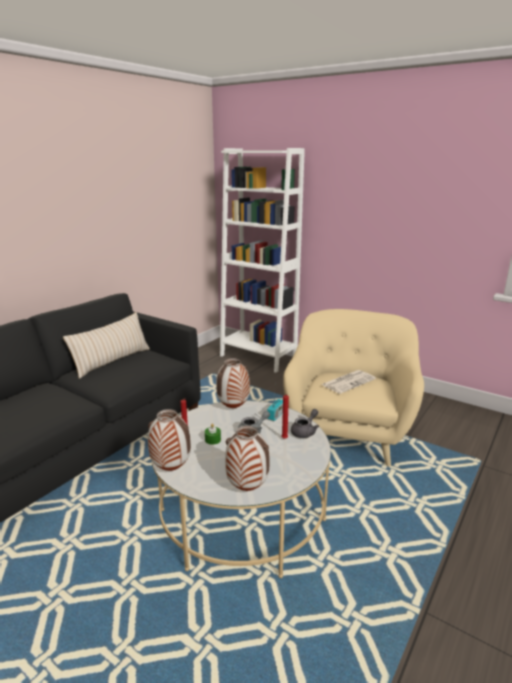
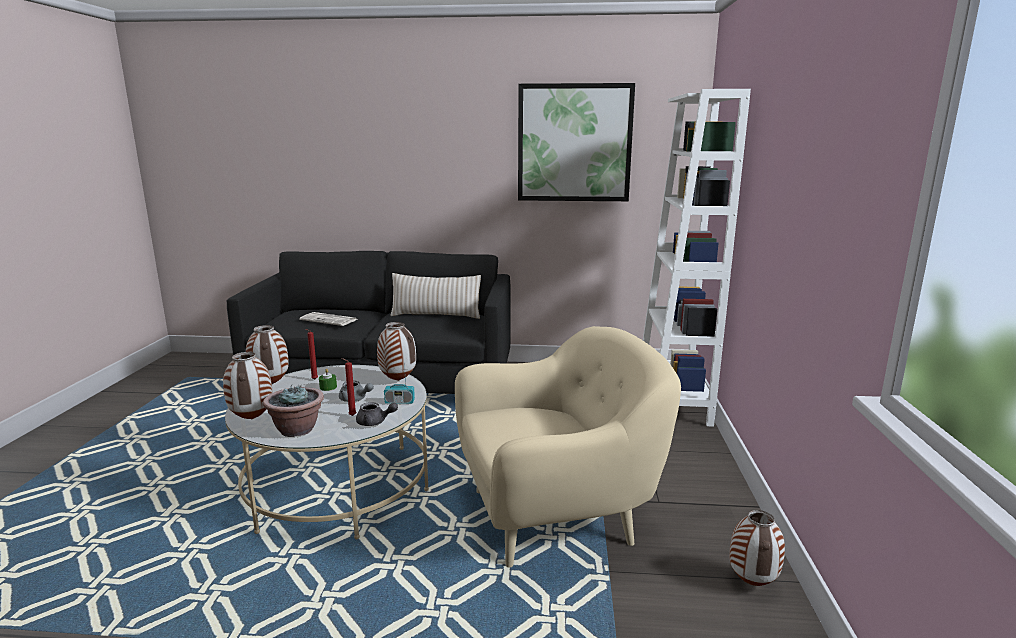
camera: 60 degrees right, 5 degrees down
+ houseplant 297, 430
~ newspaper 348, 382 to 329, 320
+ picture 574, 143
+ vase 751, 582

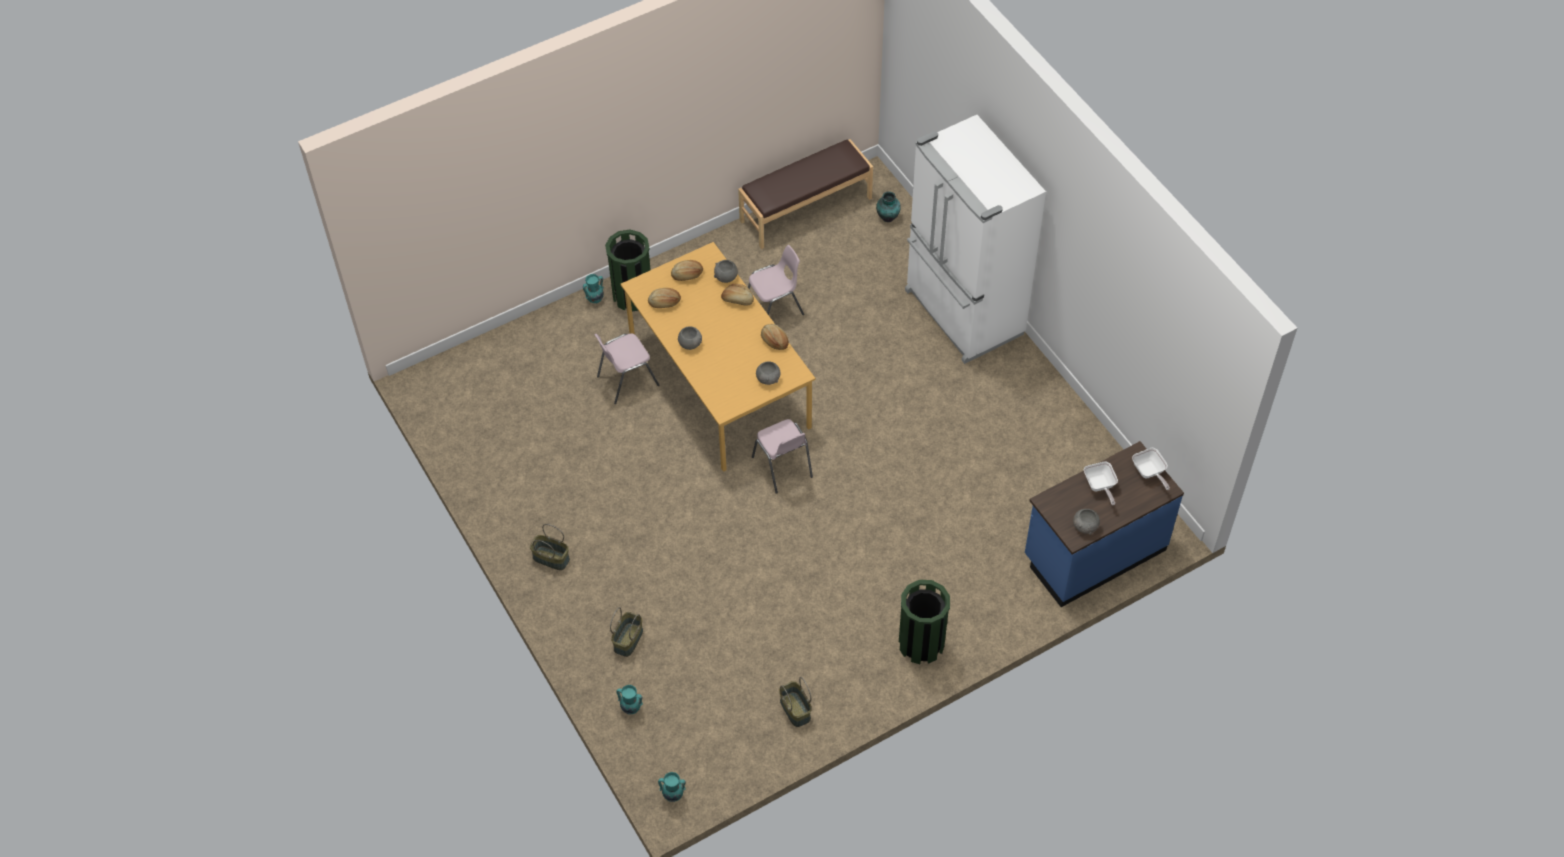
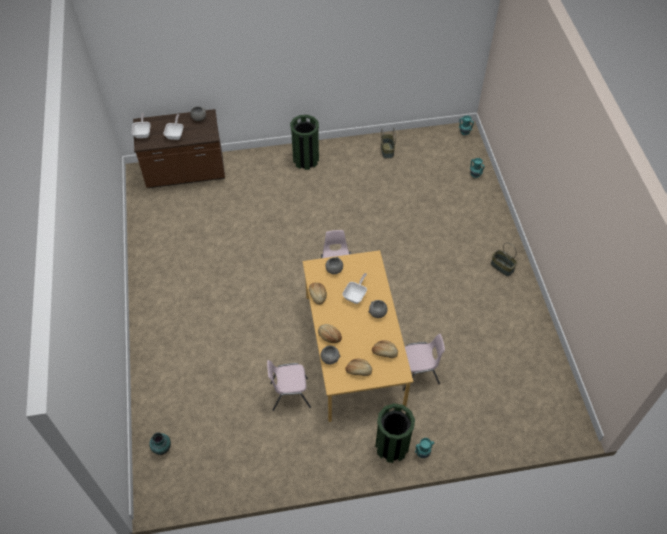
camera: 160 degrees left, 0 degrees up
~ blue-coloured_kitchen_base_unit 1093, 553 to brownish_kitchen_base_unit 186, 174
+ skillet 356, 295
- basket 628, 639
- brownish_bench 805, 209
- white-coloured_kitchen_fridge 962, 314

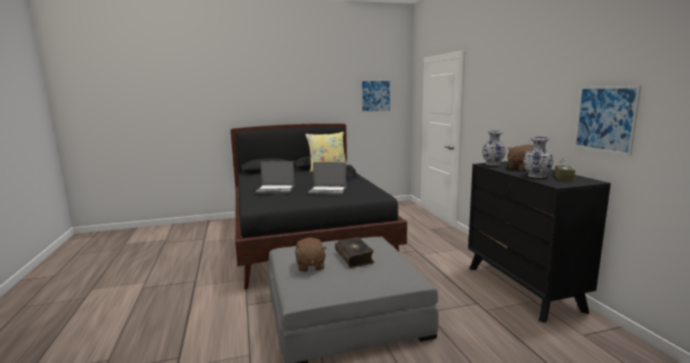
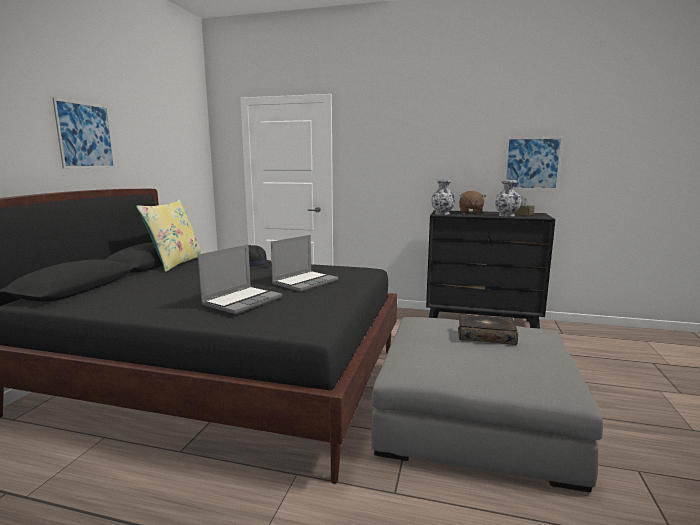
camera: 60 degrees left, 0 degrees up
~ picture 376, 96 to 85, 135
- brownish_cuddly_toy 310, 266

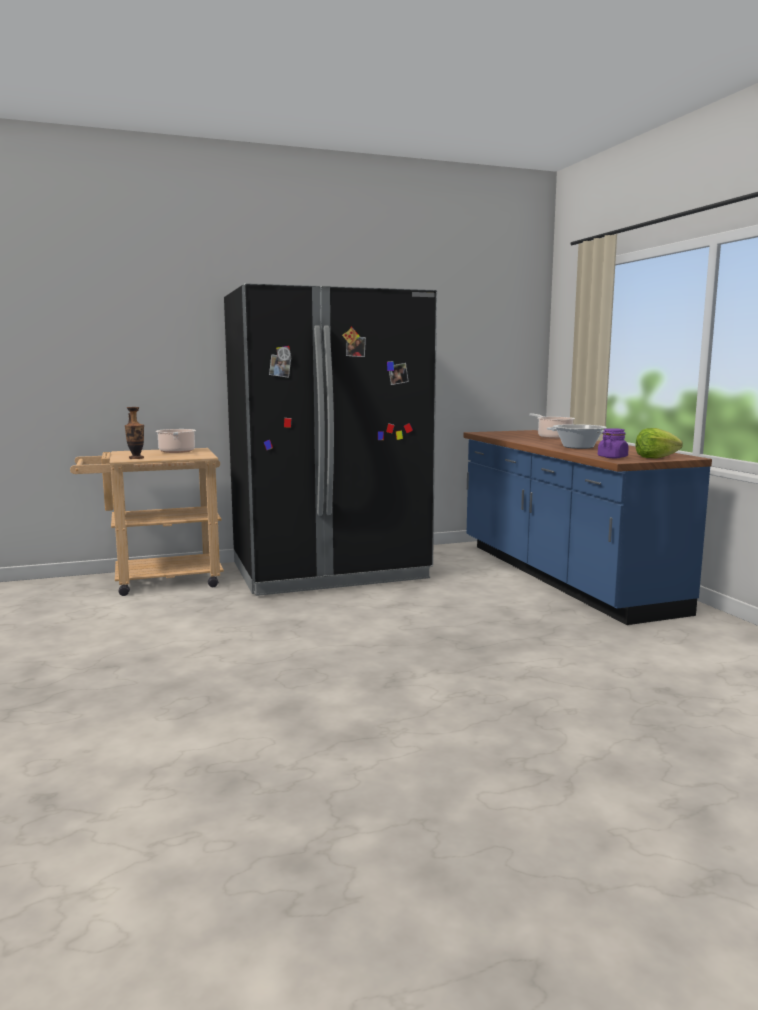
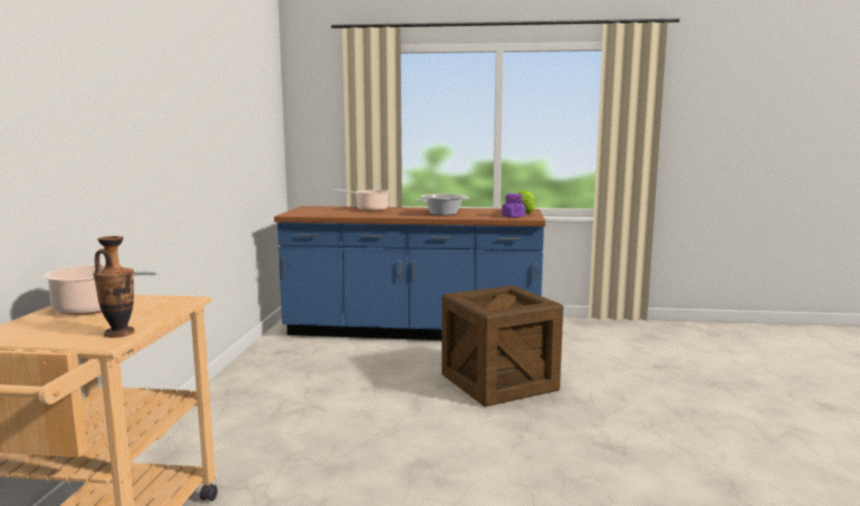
camera: 65 degrees left, 0 degrees up
+ crate 499, 382
- black_kitchen_fridge 329, 571

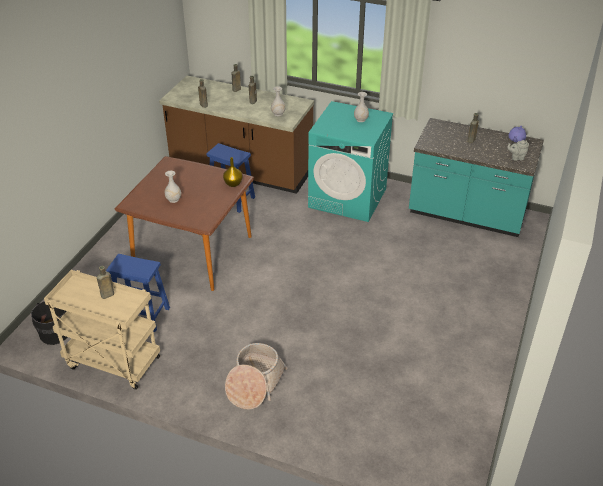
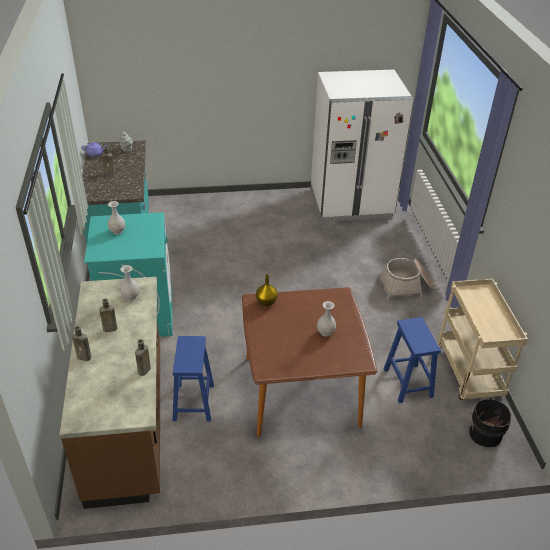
camera: 120 degrees left, 0 degrees up
+ white-coloured_kitchen_fridge 351, 203
- brownish_drink_bottle 106, 295

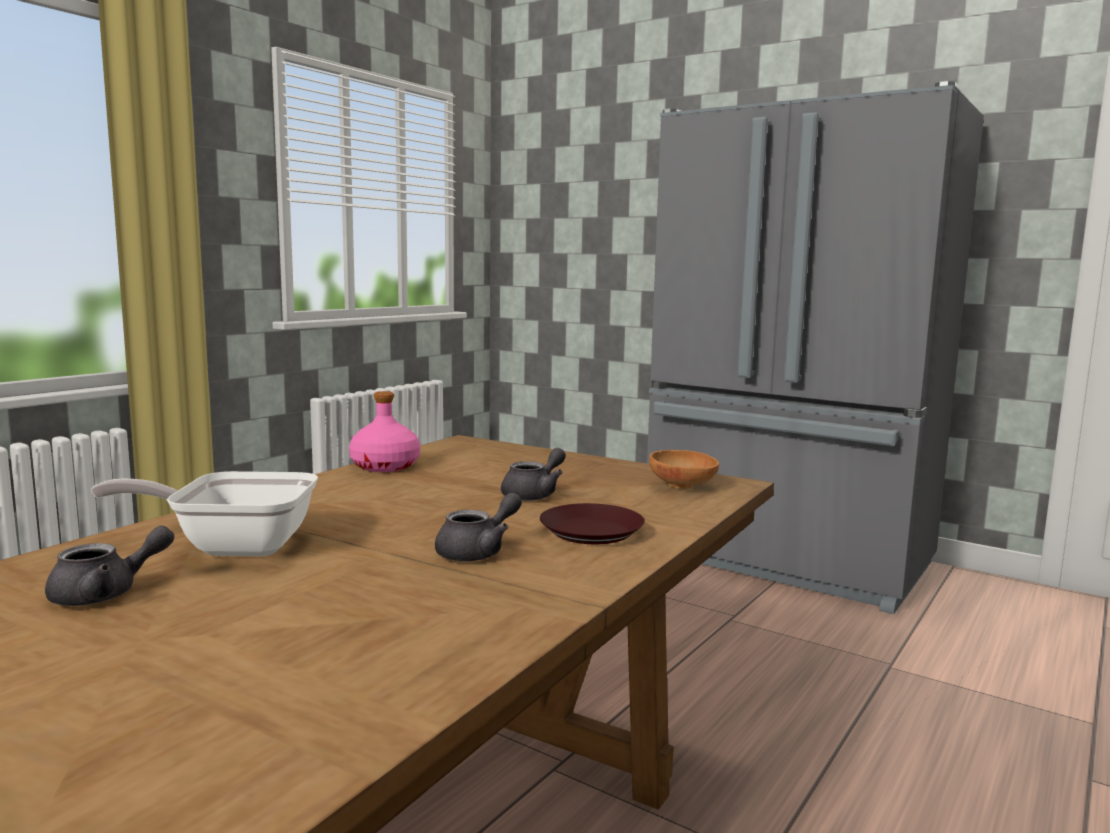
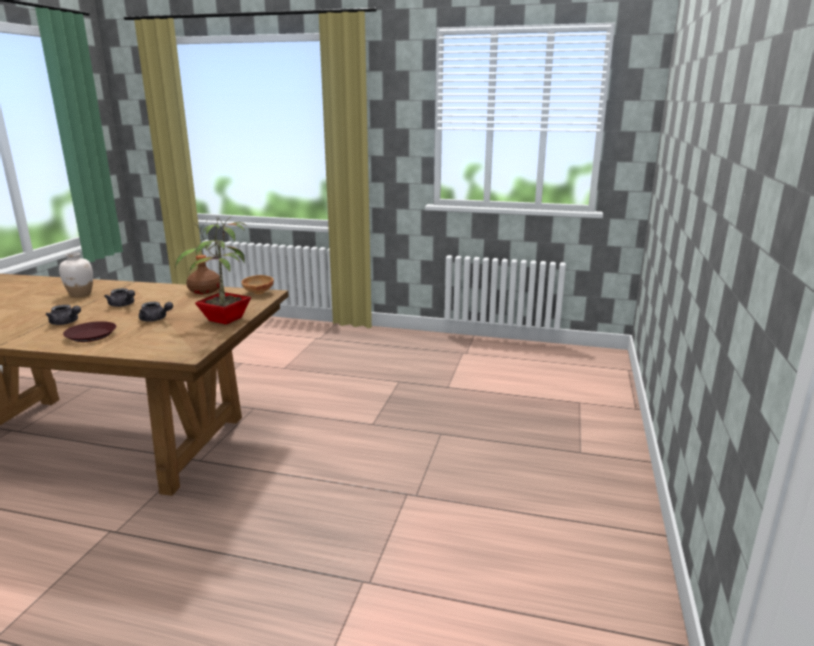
camera: 70 degrees right, 10 degrees up
~ skillet 233, 546 to white-coloured_vase 81, 294
~ grey_teapot 106, 594 to 123, 305
+ houseplant 224, 320
~ pinkish_drink_bottle 384, 466 to brownish_drink_bottle 204, 290
~ brownish_bowl 683, 487 to 258, 293
- grey_kitchen_fridge 786, 561

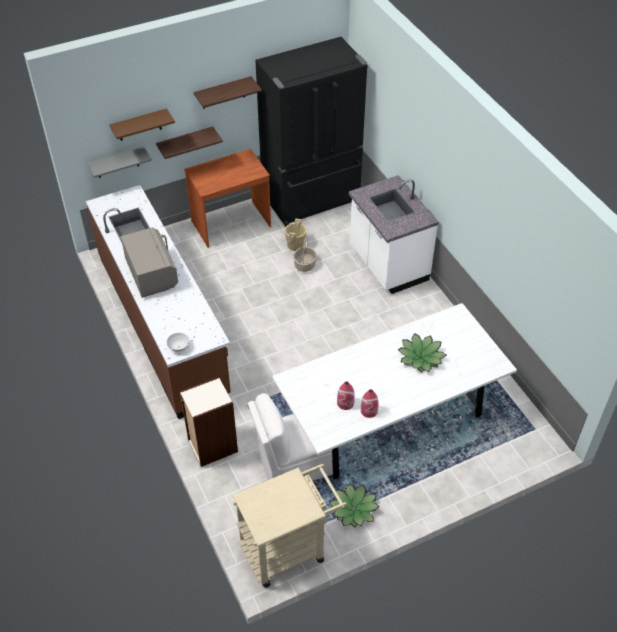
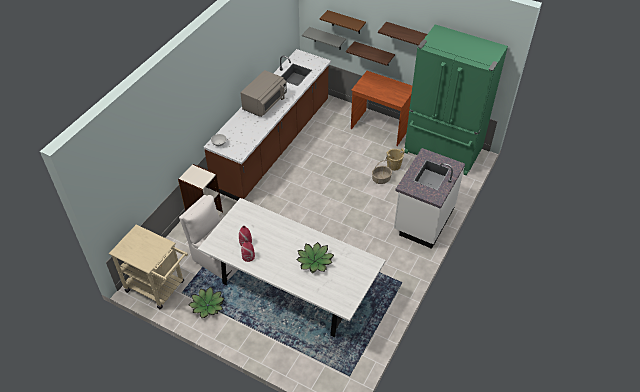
camera: 55 degrees right, 0 degrees up
~ black_kitchen_fridge 312, 200 to green_kitchen_fridge 442, 152

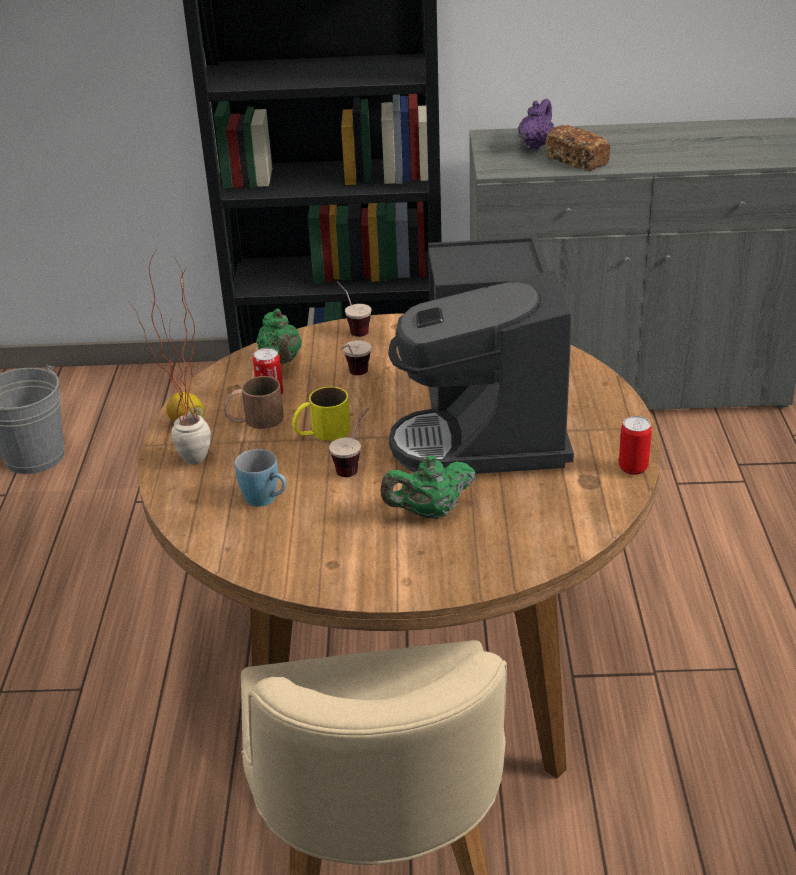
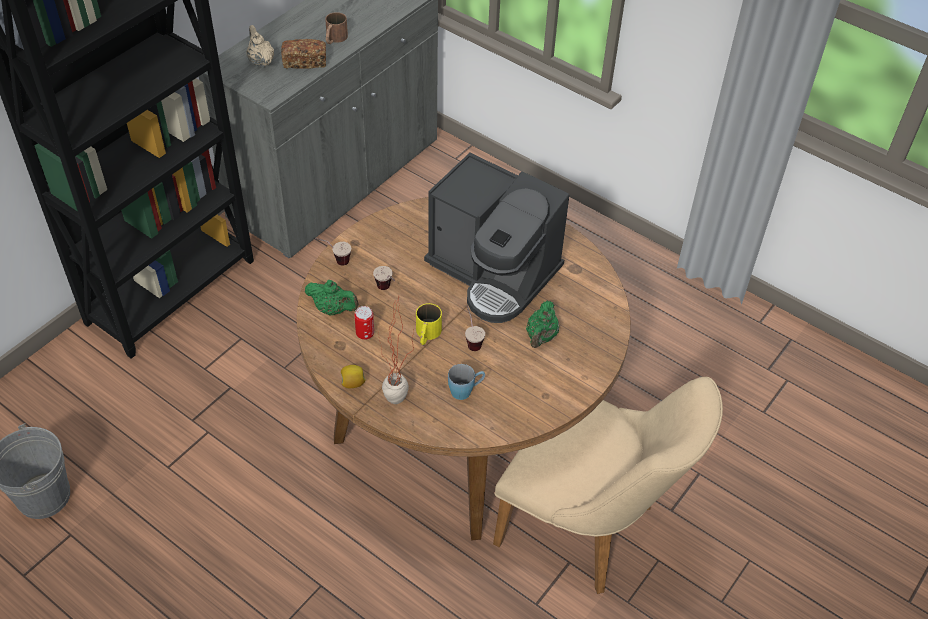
camera: 55 degrees left, 15 degrees up
~ purple-coloured_teapot 535, 145 to beige-coloured_teapot 261, 61
~ brownish_coffee_mug 254, 420 to 334, 39
- metal_can 633, 468

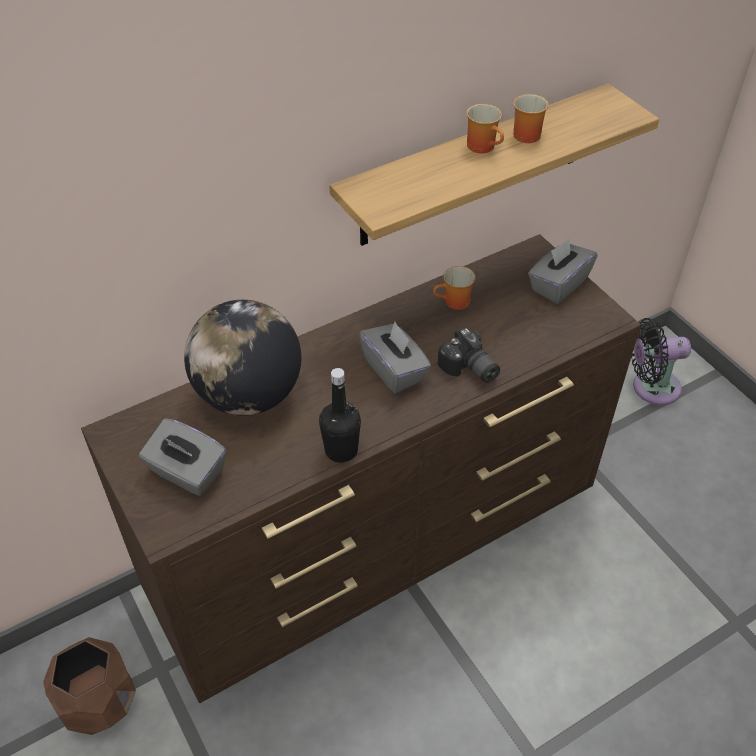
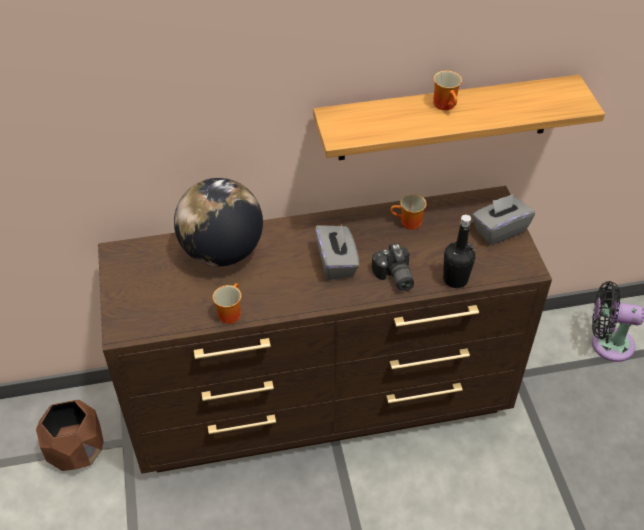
camera: 20 degrees right, 0 degrees up
~ coffee_mug 524, 133 to 229, 312
~ black_drink_bottle 341, 450 to 455, 279
- grey_tissue_holder 187, 472

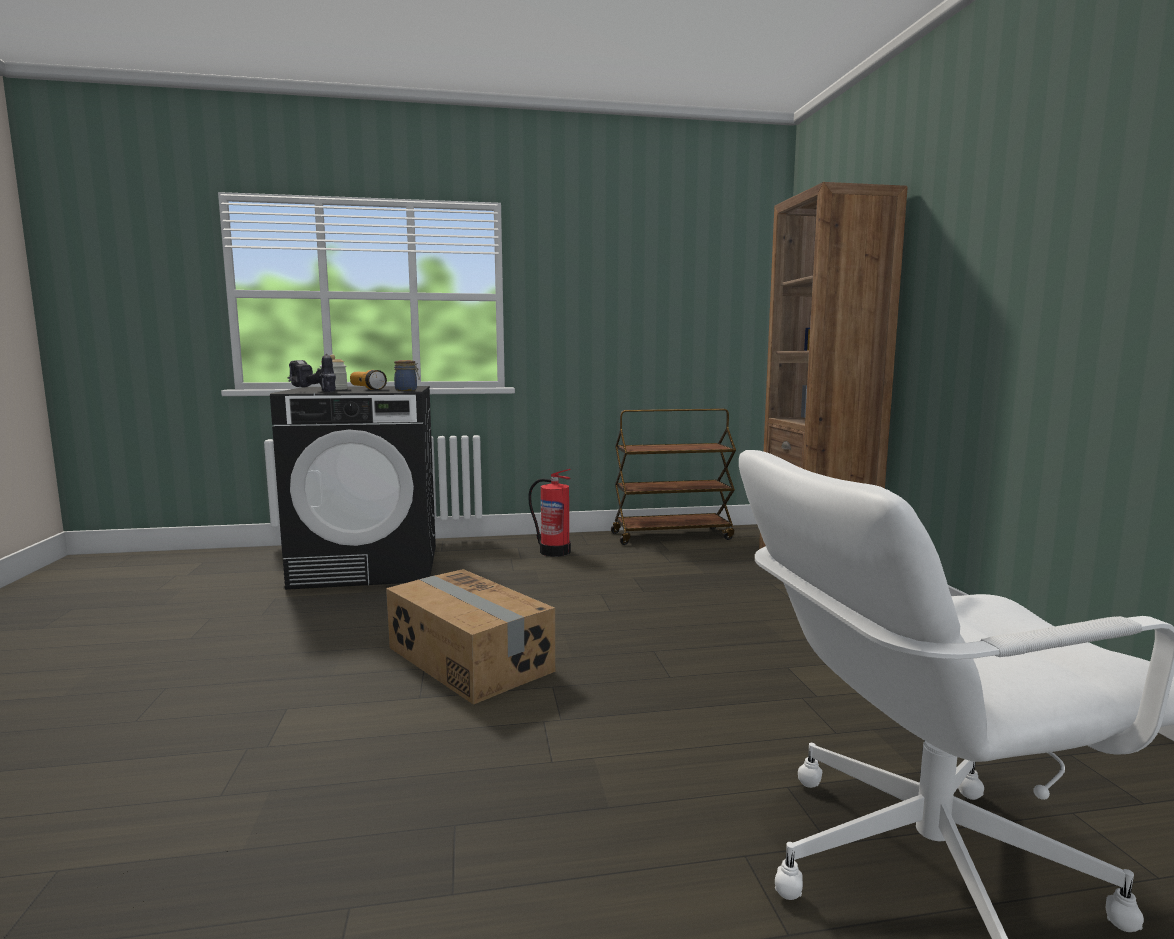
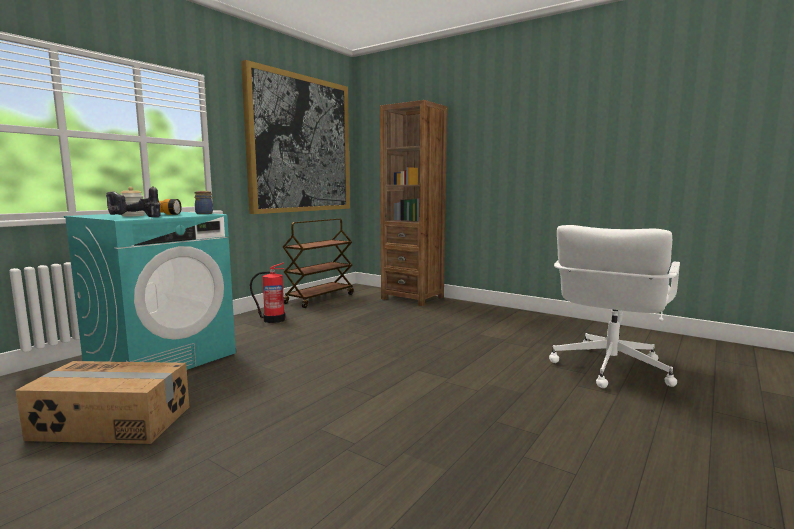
camera: 45 degrees left, 0 degrees up
~ cardboard_box 468, 660 to 111, 423
~ black_washing_machine 369, 566 to turquoise-coloured_washing_machine 162, 358
+ picture 300, 144

